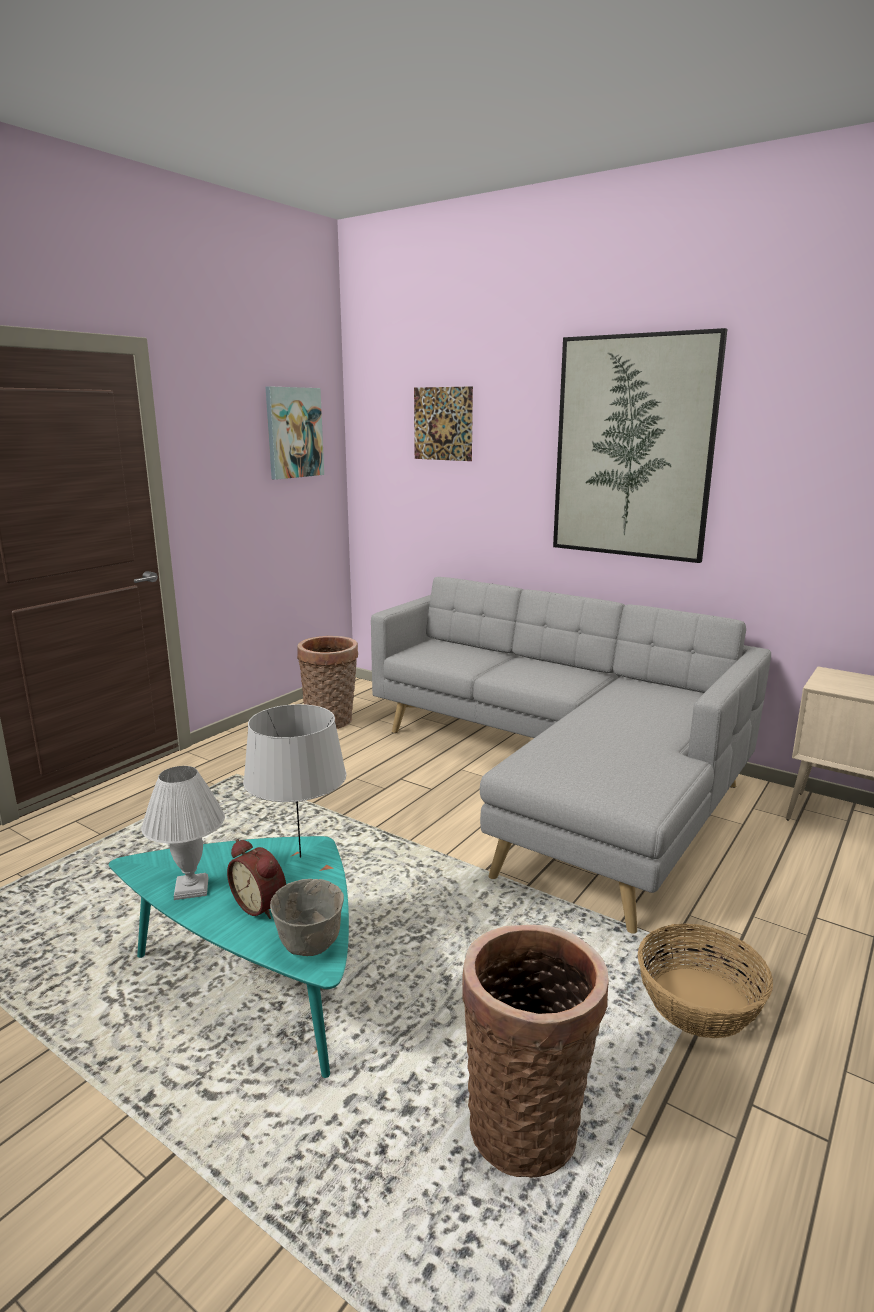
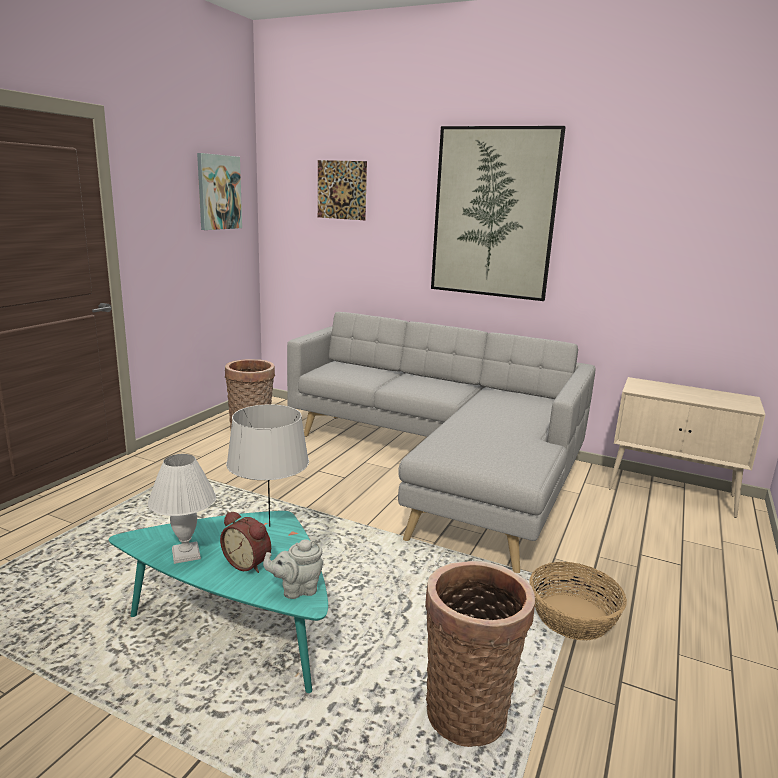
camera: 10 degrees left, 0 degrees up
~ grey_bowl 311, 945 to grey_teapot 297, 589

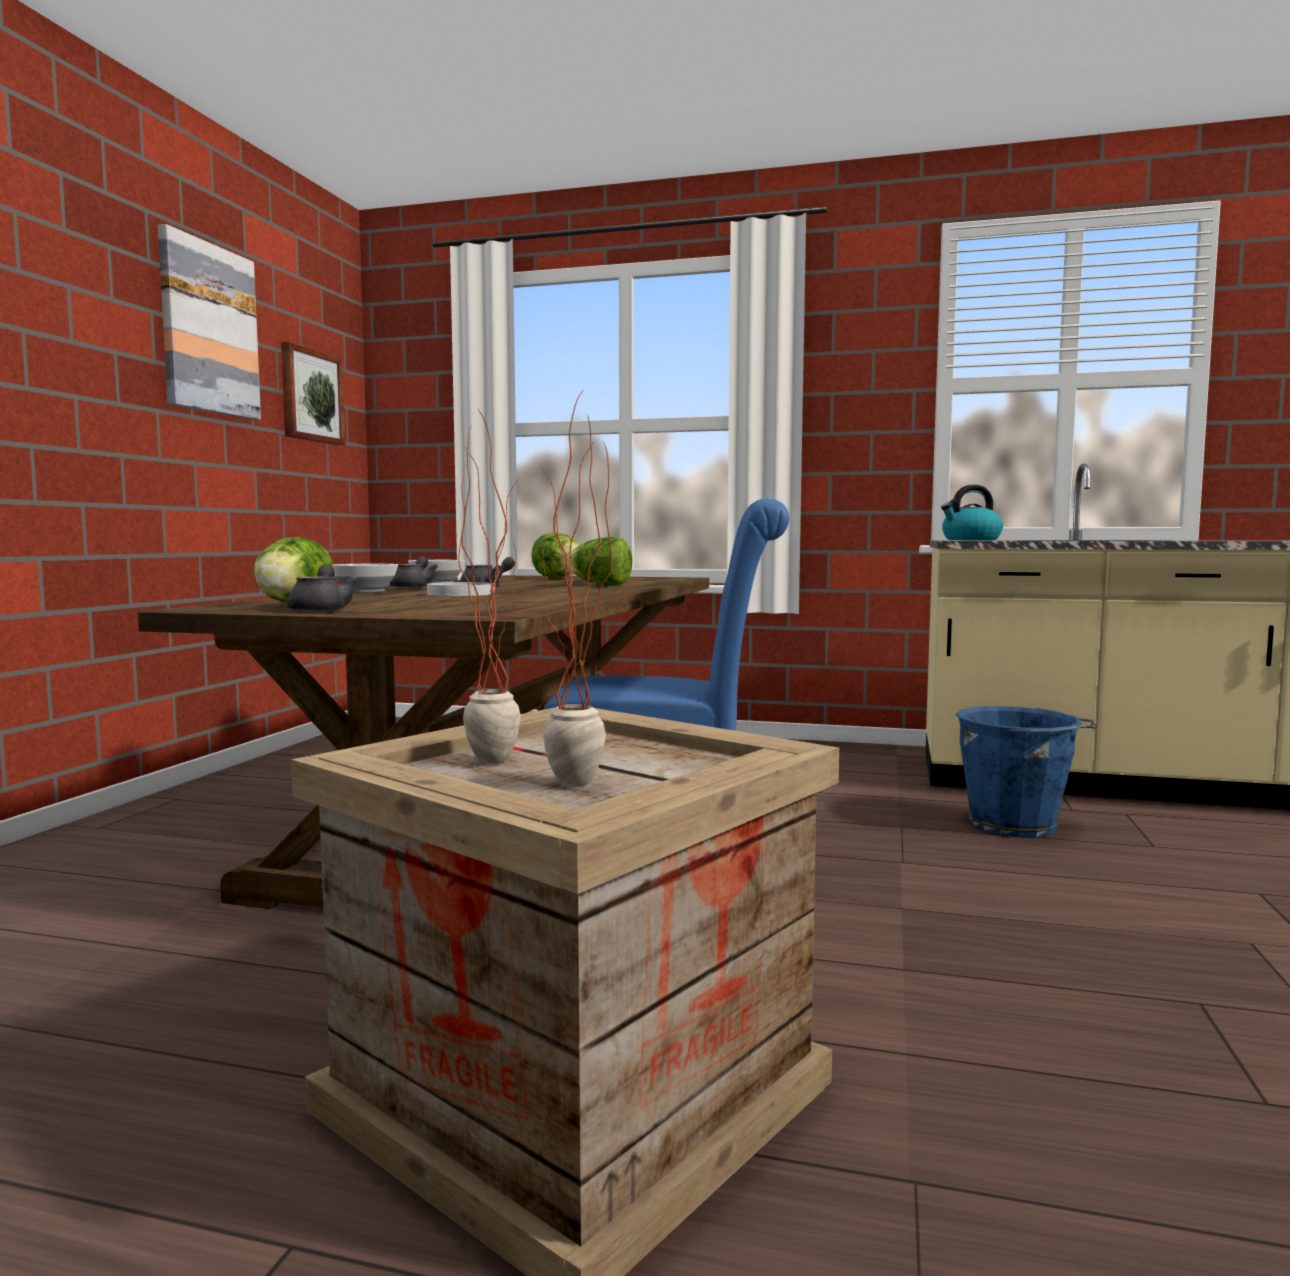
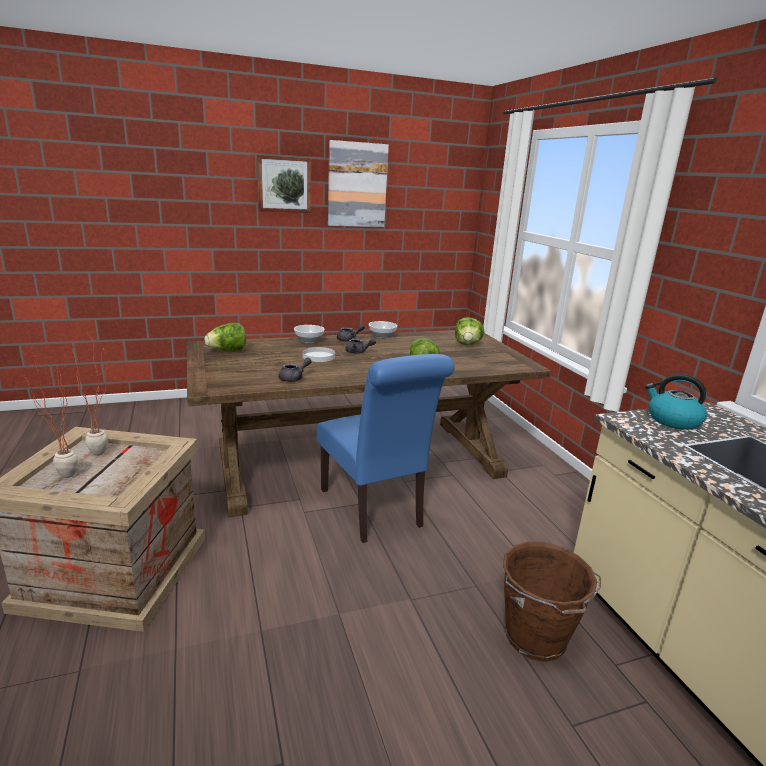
camera: 55 degrees right, 15 degrees up
~ picture 311, 396 to 284, 184
~ grey_teapot 321, 610 to 294, 378
~ blue-coloured_water_bucket 1016, 826 to brownish_water_bucket 536, 639

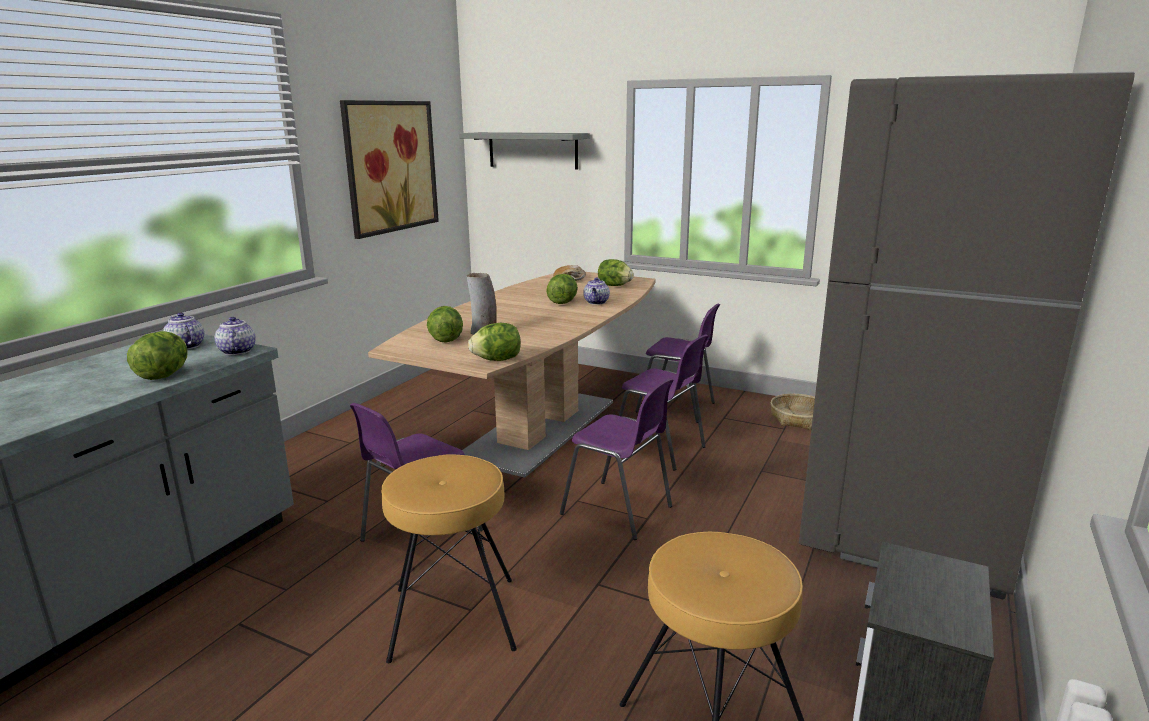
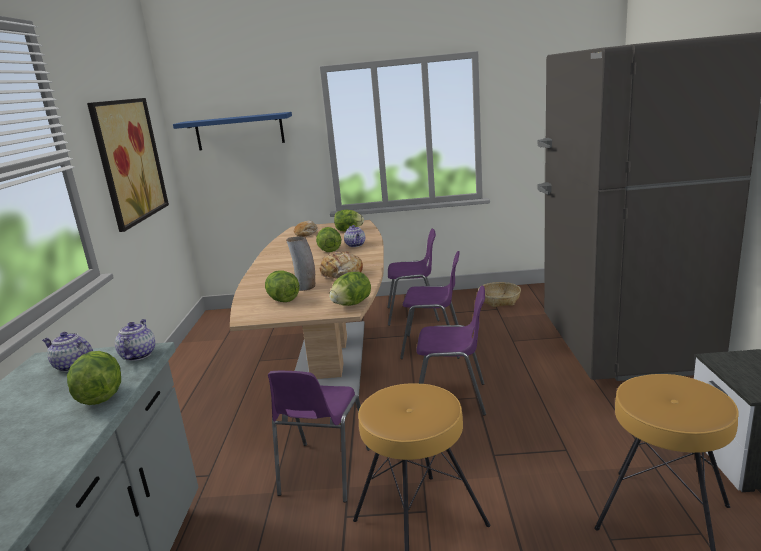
camera: 25 degrees left, 0 degrees up
~ teapot 237, 351 = 138, 355 45 degrees clockwise
~ grey_wall_shelf 532, 150 to blue-coloured_wall_shelf 239, 131
+ bread 341, 274

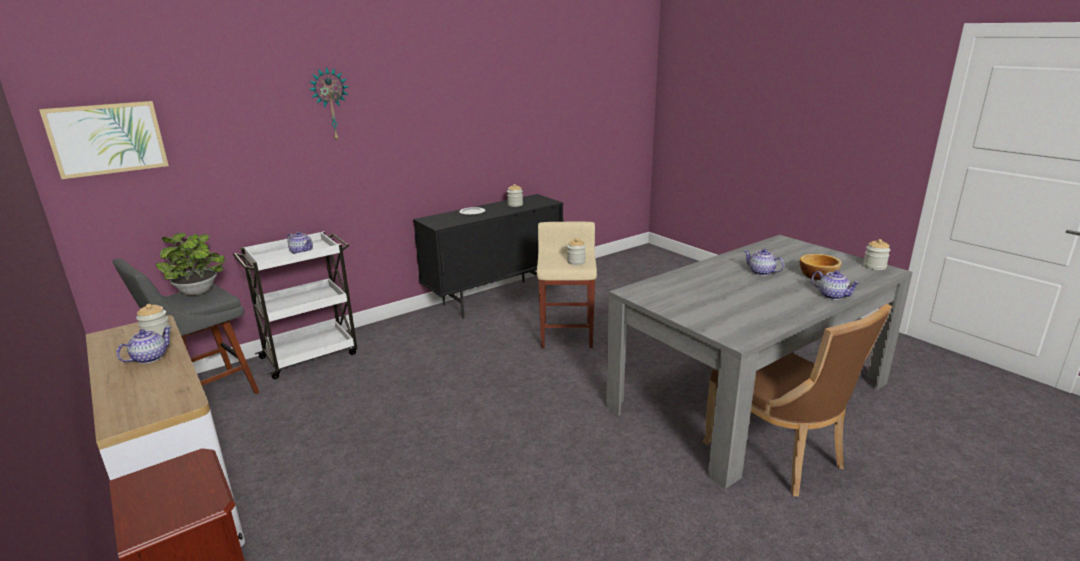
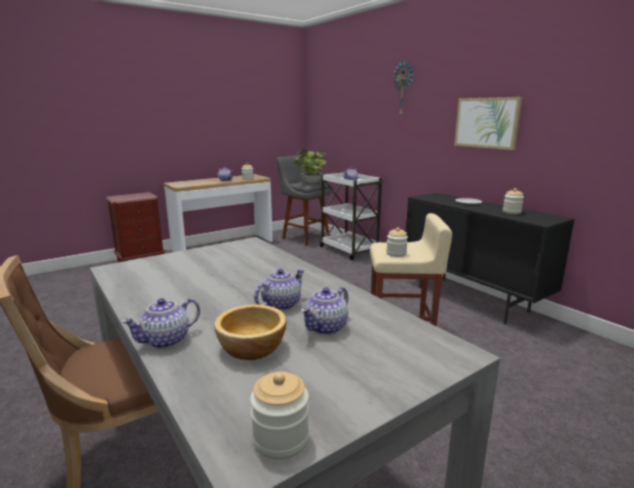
camera: 90 degrees right, 5 degrees down
+ teapot 326, 327
~ picture 107, 138 to 486, 123

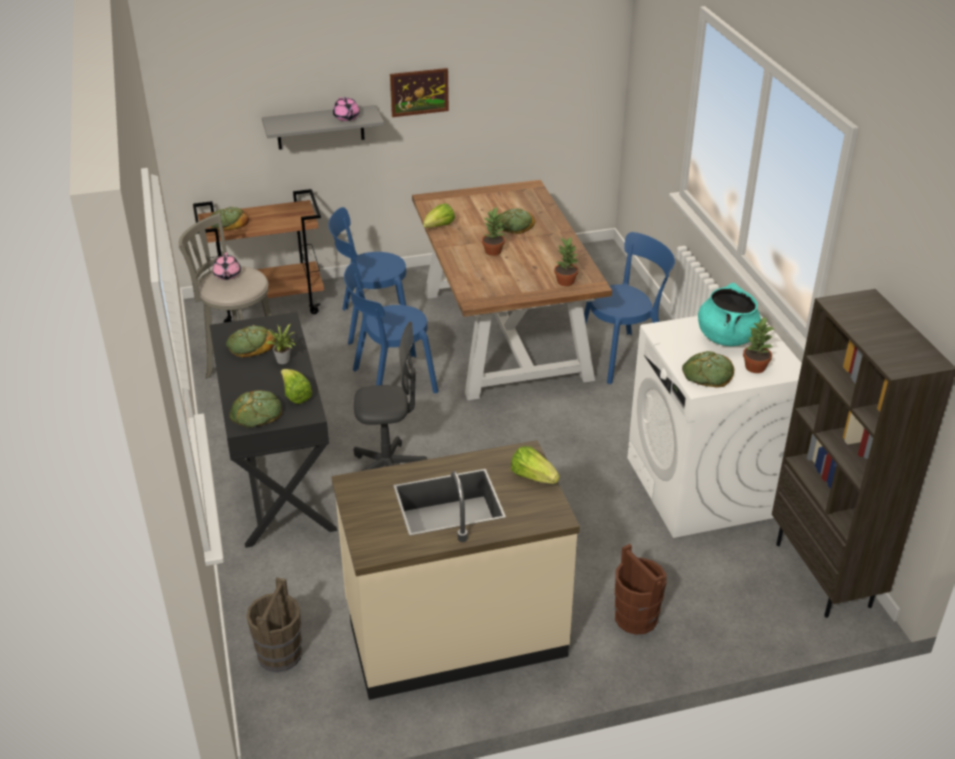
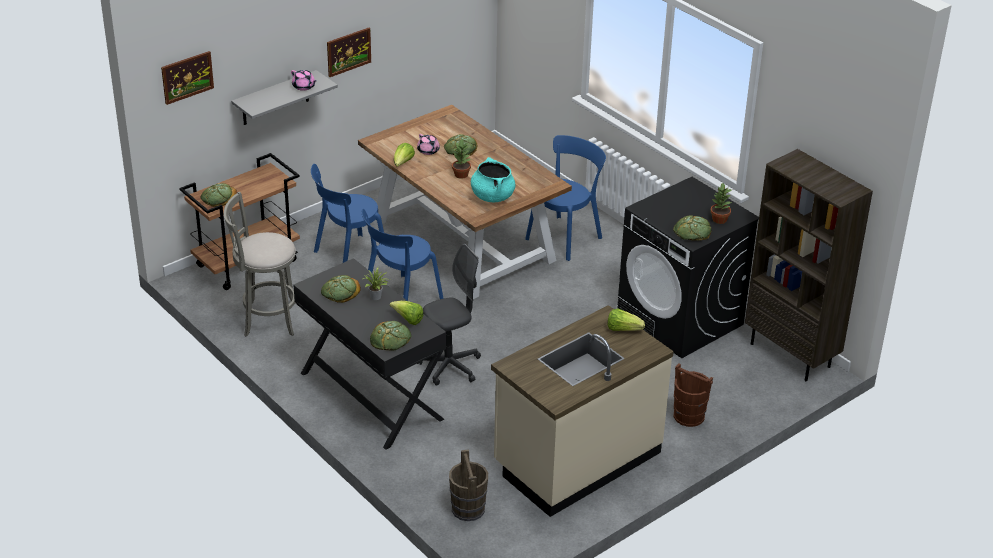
camera: 25 degrees left, 0 degrees up
+ picture 187, 77
~ pinkish_teapot 227, 275 to 428, 151
~ turquoise-coloured_cooking_pot 726, 337 to 492, 196
~ white-coloured_washing_machine 702, 487 to black_washing_machine 680, 319
- houseplant 565, 281

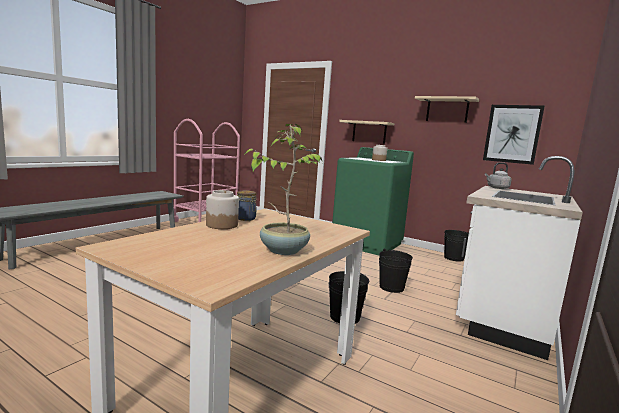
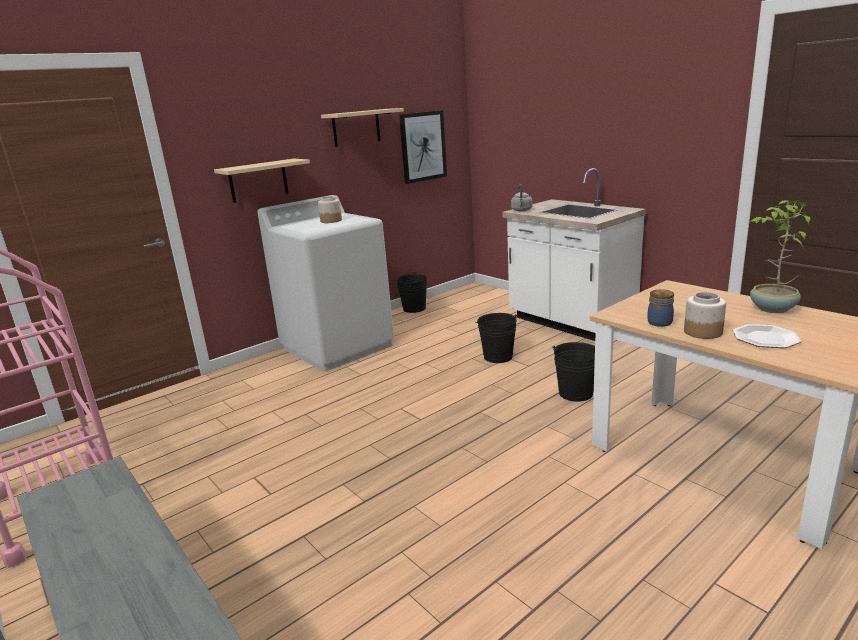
camera: 70 degrees left, 10 degrees up
~ green_washing_machine 367, 244 to white-coloured_washing_machine 338, 347
+ plate 765, 338

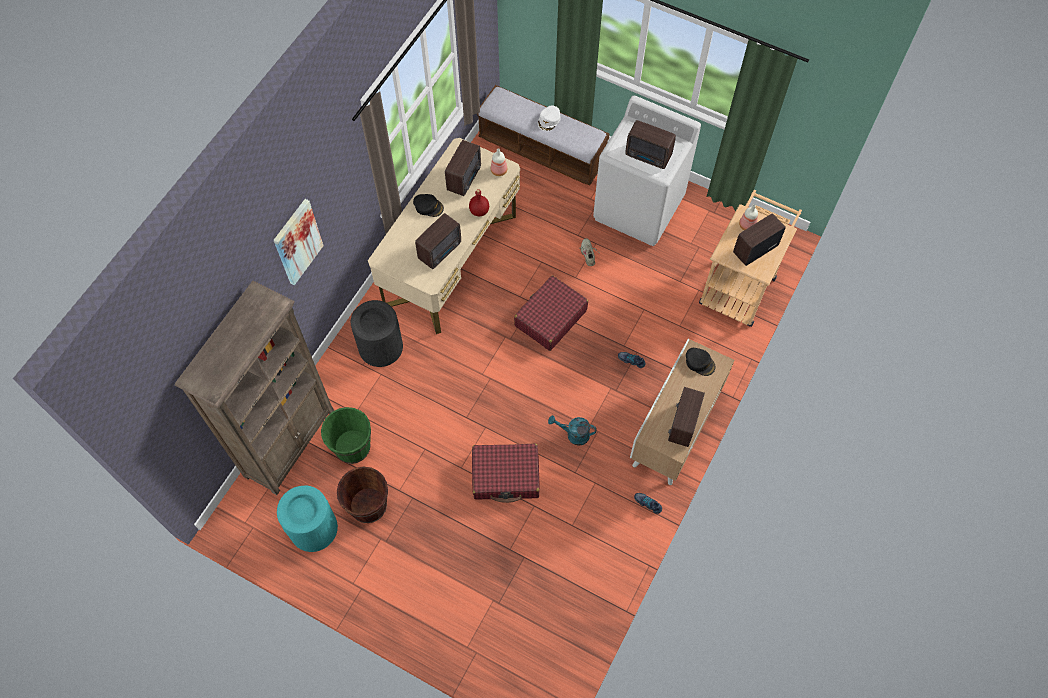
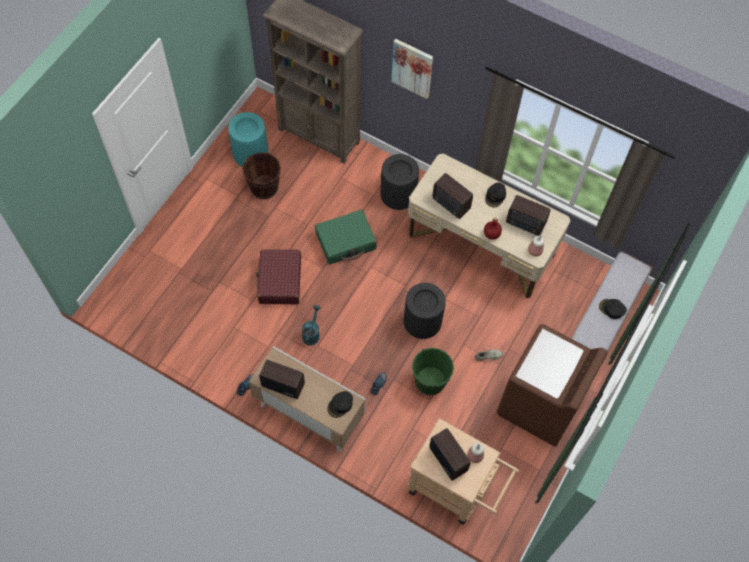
camera: 90 degrees right, 0 degrees up
+ green_travel_case 346, 241
~ red-coloured_travel_case 550, 318 to black_trash_can 422, 321
~ green_water_bucket 352, 447 to 430, 381
~ white-coloured_washing_machine 639, 208 to brownish_washing_machine 539, 405
~ white-coloured_peaked_cap 549, 120 to black_peaked_cap 612, 309
- radio 649, 157

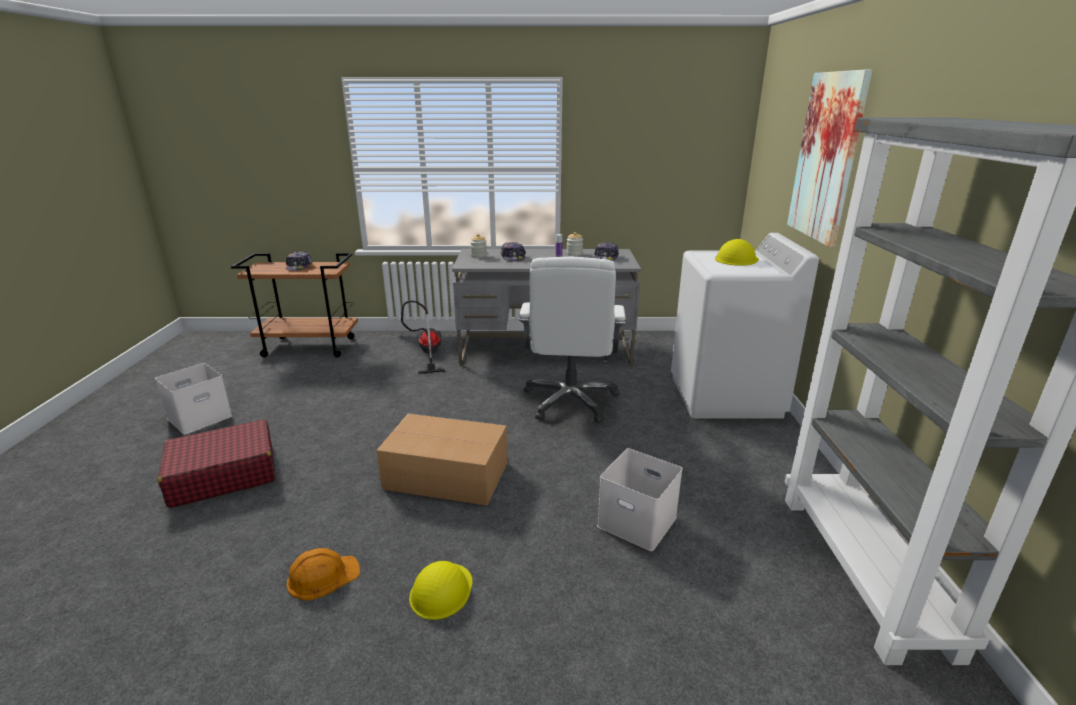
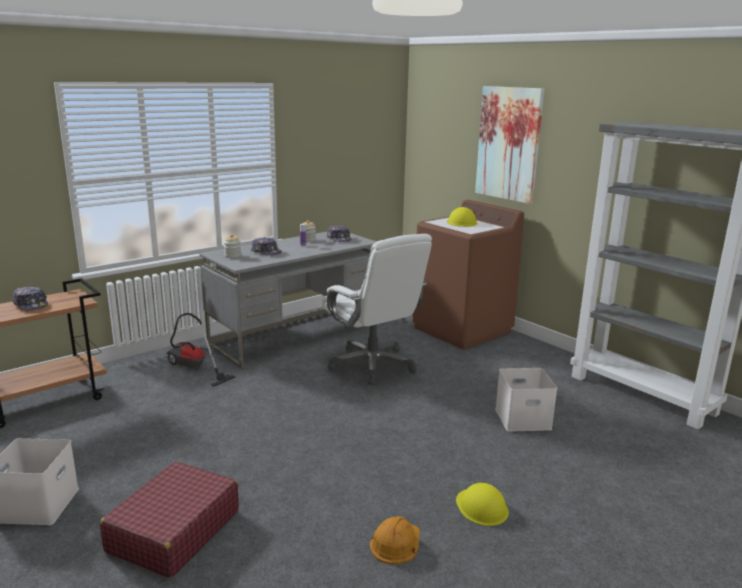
camera: 40 degrees left, 5 degrees down
~ white-coloured_washing_machine 725, 396 to brownish_washing_machine 462, 330
- cardboard_box 448, 476

